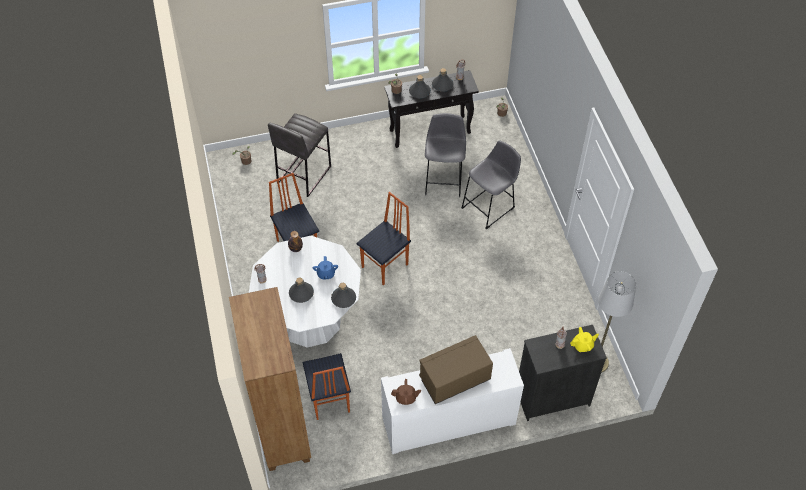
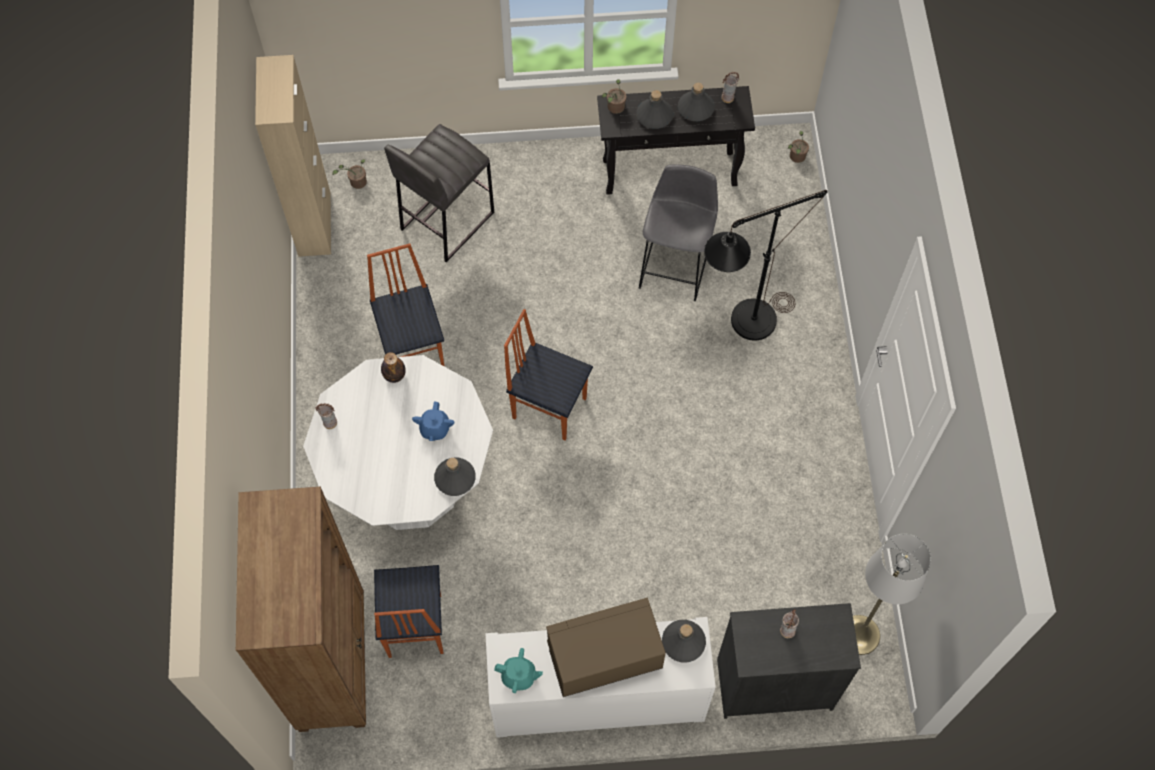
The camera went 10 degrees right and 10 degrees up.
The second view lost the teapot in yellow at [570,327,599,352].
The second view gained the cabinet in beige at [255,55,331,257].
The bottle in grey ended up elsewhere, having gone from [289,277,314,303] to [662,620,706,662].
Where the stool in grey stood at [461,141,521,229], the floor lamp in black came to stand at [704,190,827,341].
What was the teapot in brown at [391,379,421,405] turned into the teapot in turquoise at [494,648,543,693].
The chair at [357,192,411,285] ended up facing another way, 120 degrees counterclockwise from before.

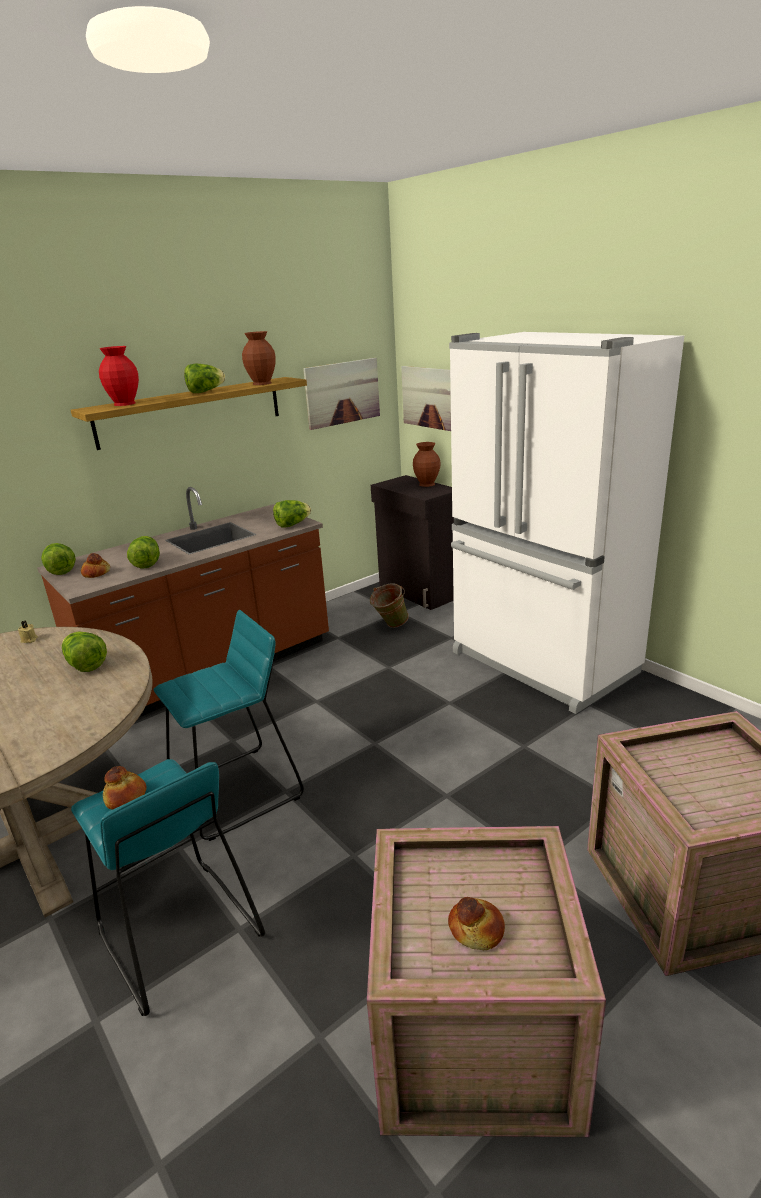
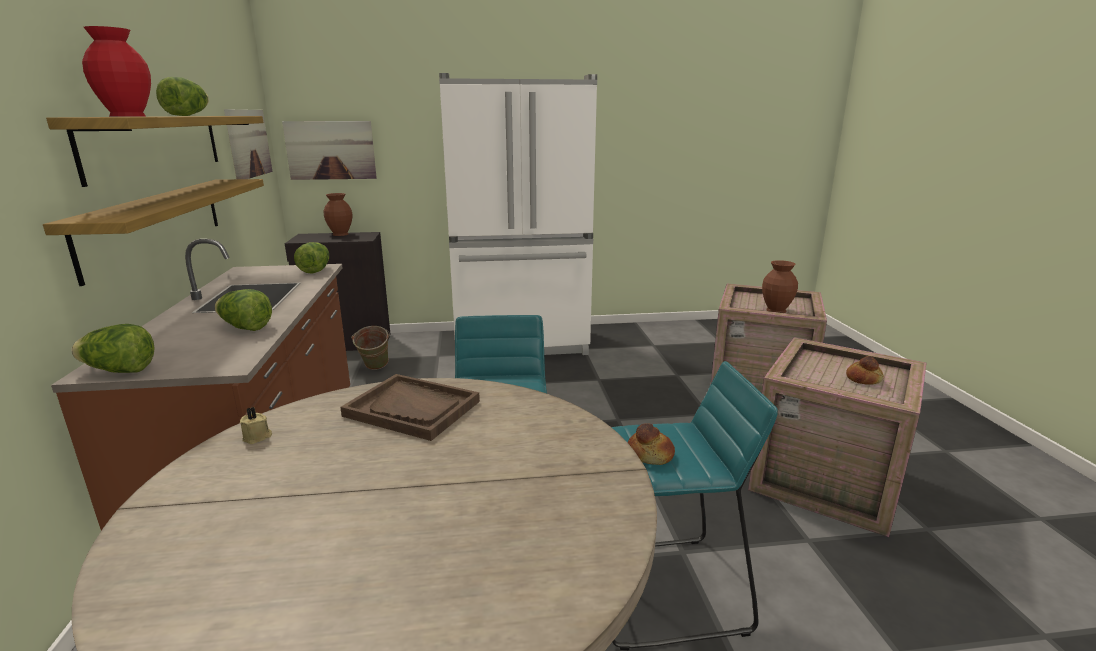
The camera went 60 degrees left and 5 degrees down.
The second view lost the bread at [81,553,110,578].
The second view gained the shelf at [43,179,264,286].
The vase in brown ended up elsewhere, having gone from [242,331,276,385] to [762,260,798,313].
Where the lettuce stood at [62,632,107,672], the tray in brown came to stand at [340,374,480,441].

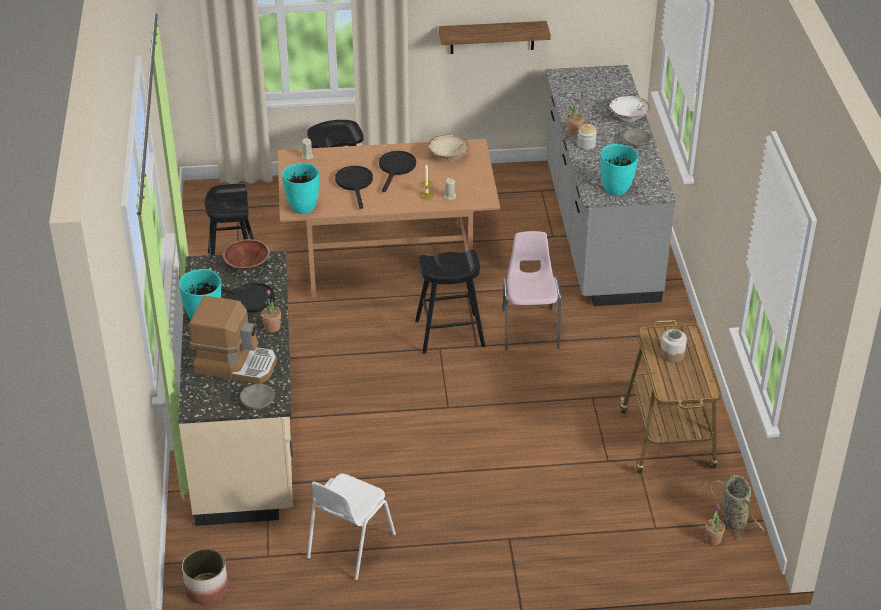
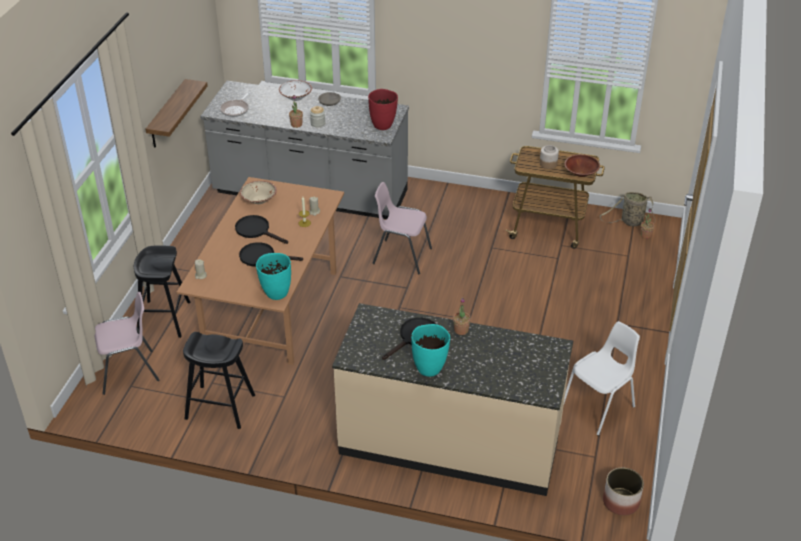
The camera went 70 degrees left and 0 degrees up.
The second view lost the coffee machine at [189,296,277,384].
The second view lost the bowl in grey at [240,383,275,410].
The second view lost the stool in black at [415,250,485,353].
The second view gained the chair in pink at [95,292,159,395].
The second view gained the frying pan at [220,92,250,117].
The bowl in brown ended up elsewhere, having gone from [223,239,270,270] to [564,154,600,177].
What was the vase in turquoise at [600,144,638,196] turned into the vase in red at [368,89,398,130].
The chair in white at [307,473,396,581] ended up facing another way, 90 degrees counterclockwise from before.

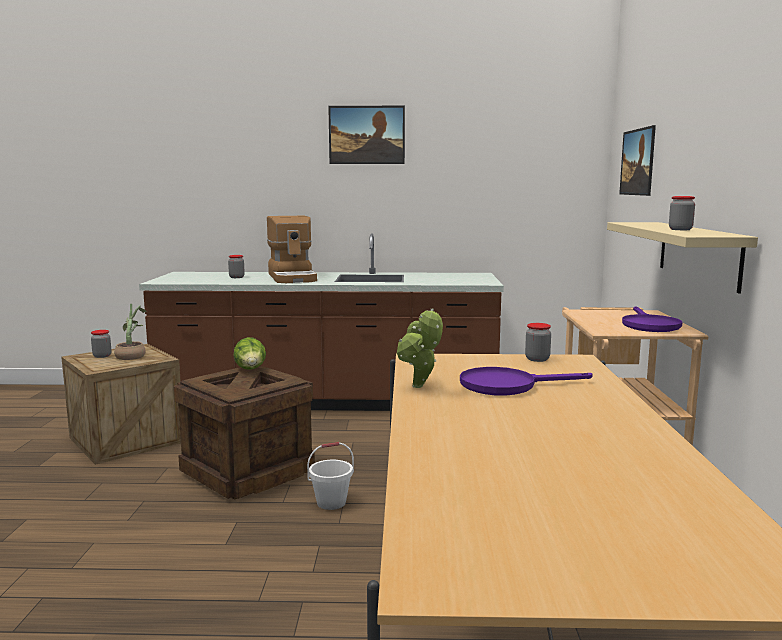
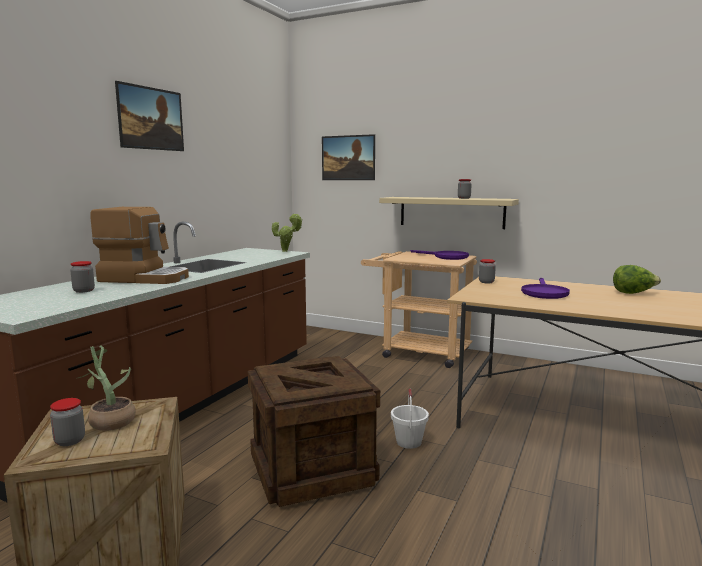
The camera went 65 degrees left and 0 degrees up.
The lettuce ended up elsewhere, having gone from [233,337,266,370] to [613,265,661,294].
The potted plant ended up elsewhere, having gone from [397,308,443,388] to [272,213,303,252].

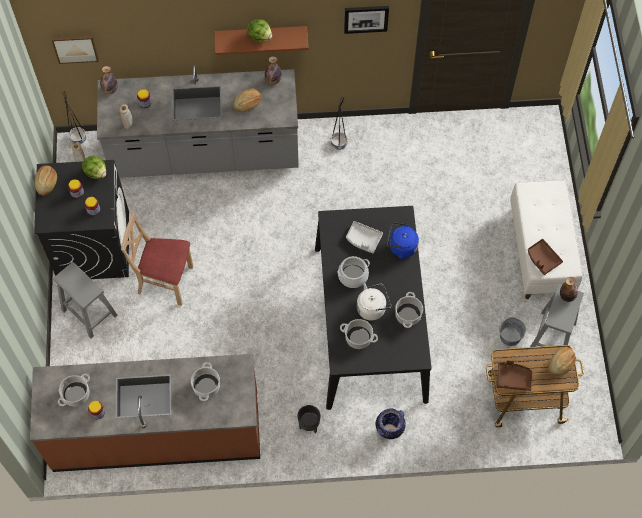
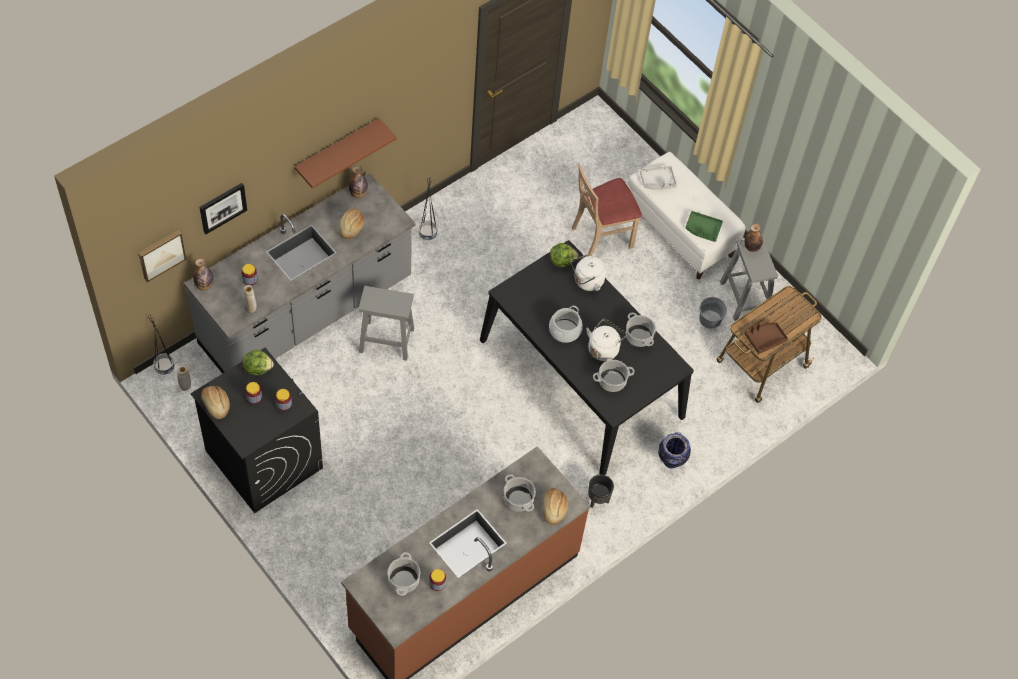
The camera went 40 degrees left and 5 degrees down.
The stool in grey ended up elsewhere, having gone from [53,262,118,339] to [359,286,414,361].
The chair in beige ended up elsewhere, having gone from [121,213,193,306] to [572,164,642,257].
The lettuce ended up elsewhere, having gone from [247,19,272,42] to [550,243,579,267].
The picture ended up elsewhere, having gone from [344,6,389,34] to [200,183,247,234].
The tray in grey ended up elsewhere, having gone from [346,221,383,254] to [640,166,677,190].
The bread ended up elsewhere, having gone from [549,347,576,376] to [543,488,568,525].
What was the kettle in blue at [387,222,419,259] turned into the kettle in white at [571,255,606,291].
What was the tray in brown at [528,239,563,275] turned into the tray in green at [686,211,723,242].

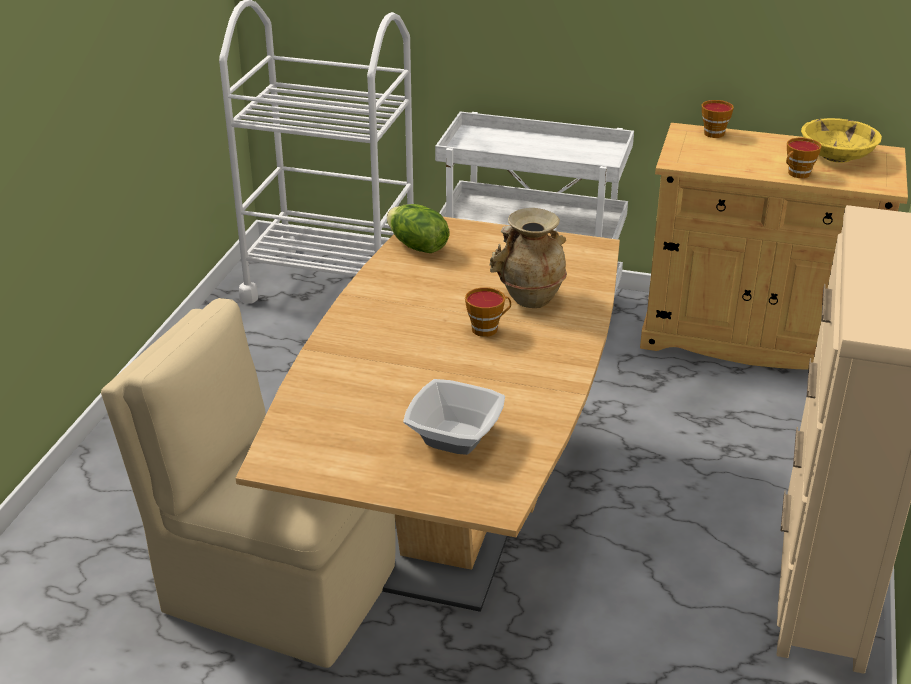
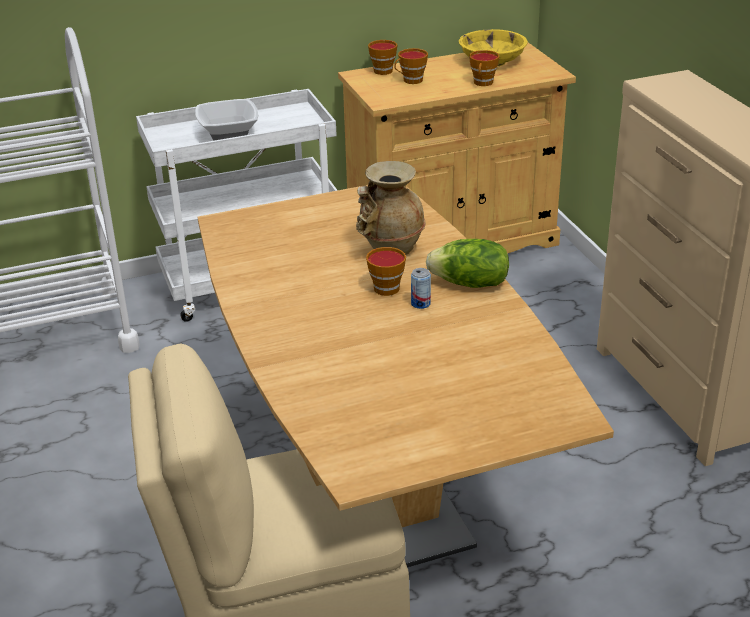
The camera went 35 degrees left and 0 degrees up.
The second view gained the cup at [394,48,428,84].
The second view gained the can at [411,268,431,309].
The lettuce ended up elsewhere, having gone from [387,204,449,253] to [426,239,509,288].
The bowl ended up elsewhere, having gone from [403,379,505,455] to [195,99,258,141].

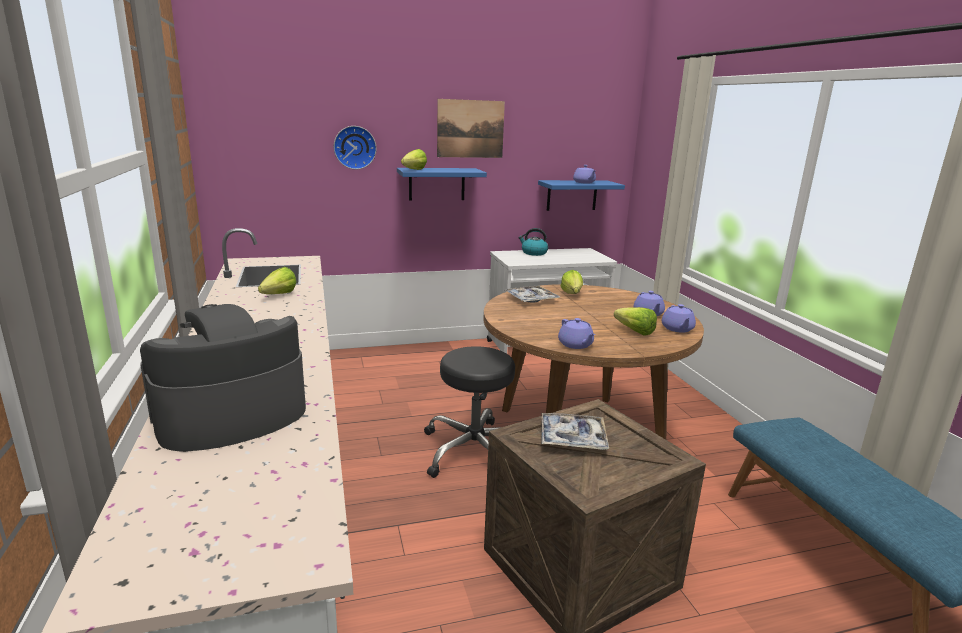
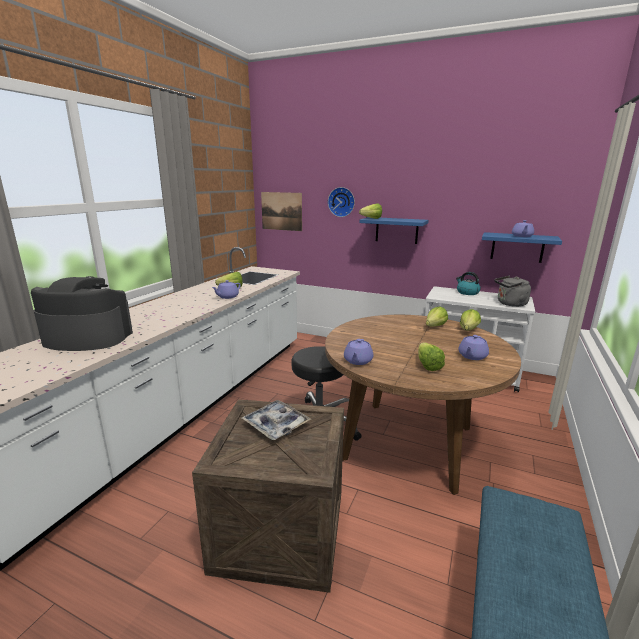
The camera went 40 degrees right and 0 degrees up.
The second view lost the tray at [505,286,560,303].
The second view gained the lettuce at [460,309,481,331].
The second view gained the kettle in grey at [494,276,531,307].
The picture ended up elsewhere, having gone from [437,99,505,158] to [261,192,302,231].
The teapot in purple ended up elsewhere, having gone from [662,304,696,332] to [212,280,241,299].

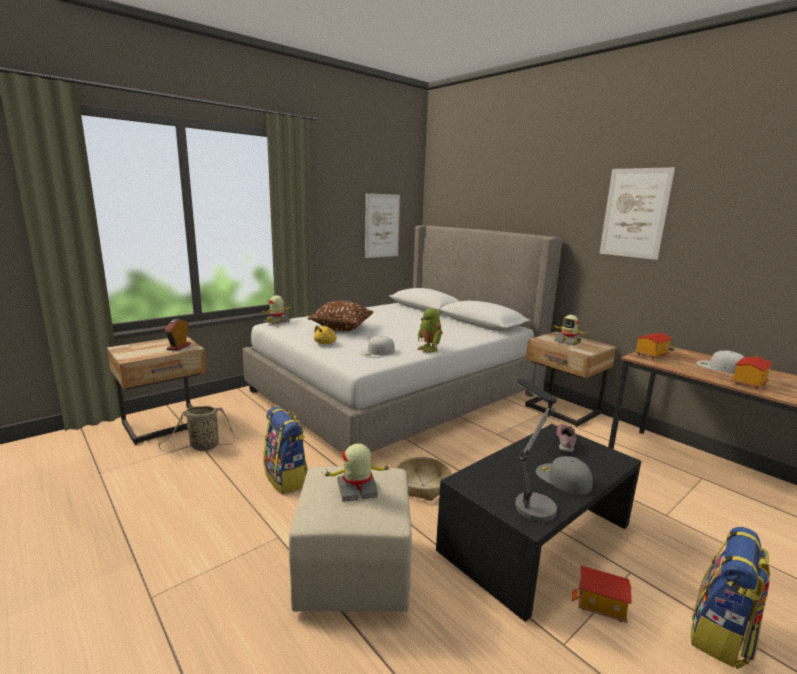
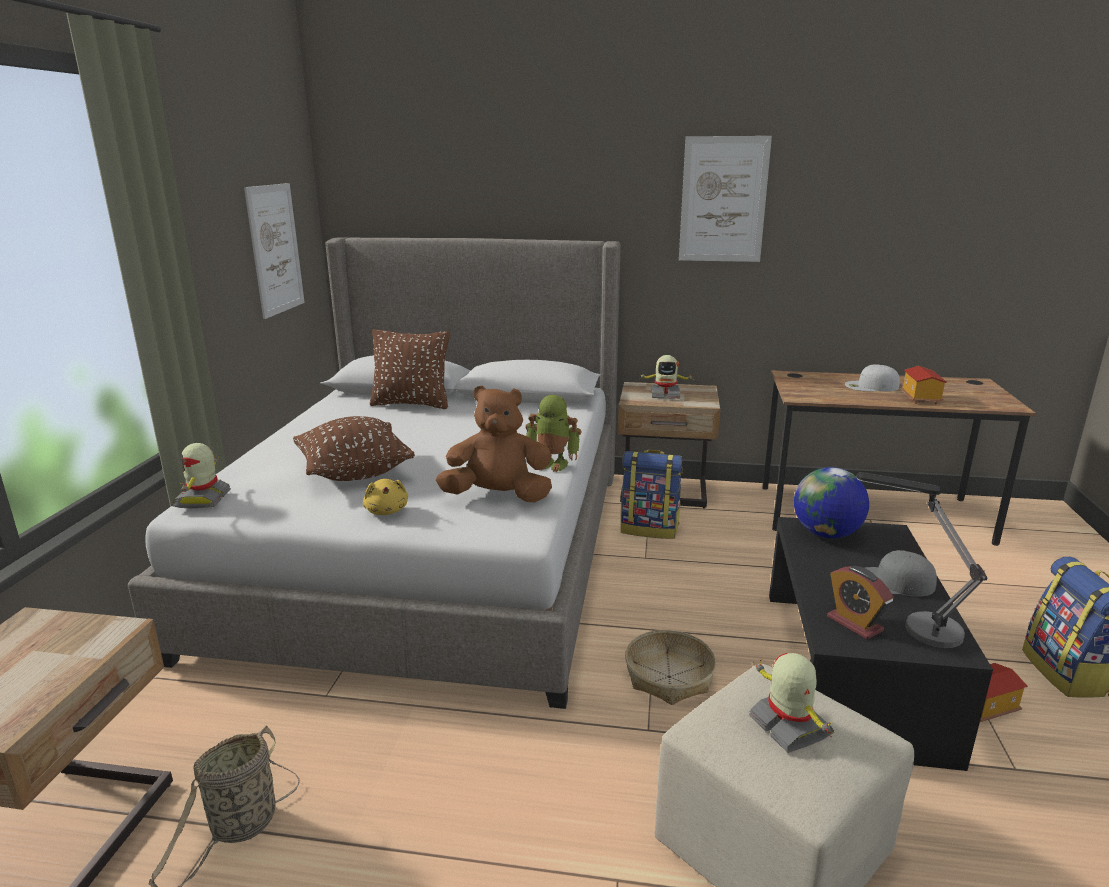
The camera went 40 degrees left and 5 degrees up.
The second view lost the toy house at [635,333,673,360].
The second view gained the pillow in brown at [370,329,450,409].
The alarm clock ended up elsewhere, having gone from [165,319,191,351] to [827,566,894,639].
The backpack ended up elsewhere, having gone from [263,407,308,495] to [621,450,683,539].
Where the cap in white stood at [360,336,395,358], the plush toy in brown came to stand at [436,385,552,502].
Where the shoe stood at [556,424,577,453], the globe came to stand at [794,467,869,538].
The toy robot at [323,444,390,502] ended up facing another way, 120 degrees clockwise from before.

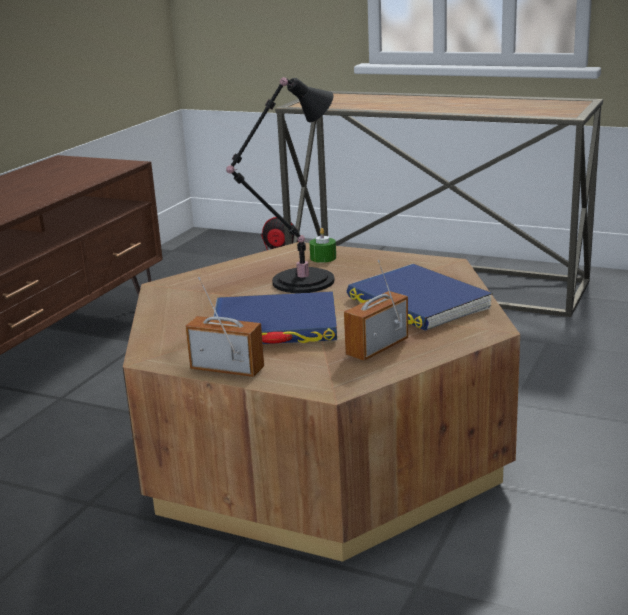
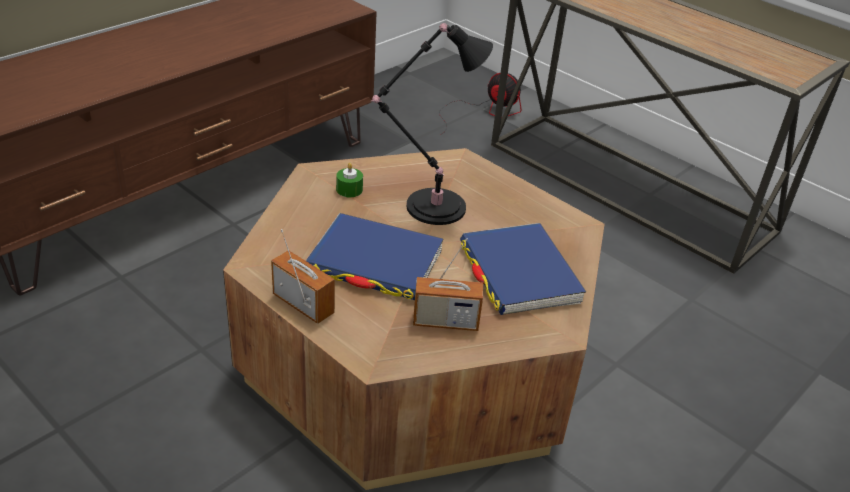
The camera went 15 degrees right and 15 degrees up.
The candle in green ended up elsewhere, having gone from [309,228,336,263] to [336,163,363,197].
The radio at [344,260,408,361] ended up facing another way, 150 degrees counterclockwise from before.

